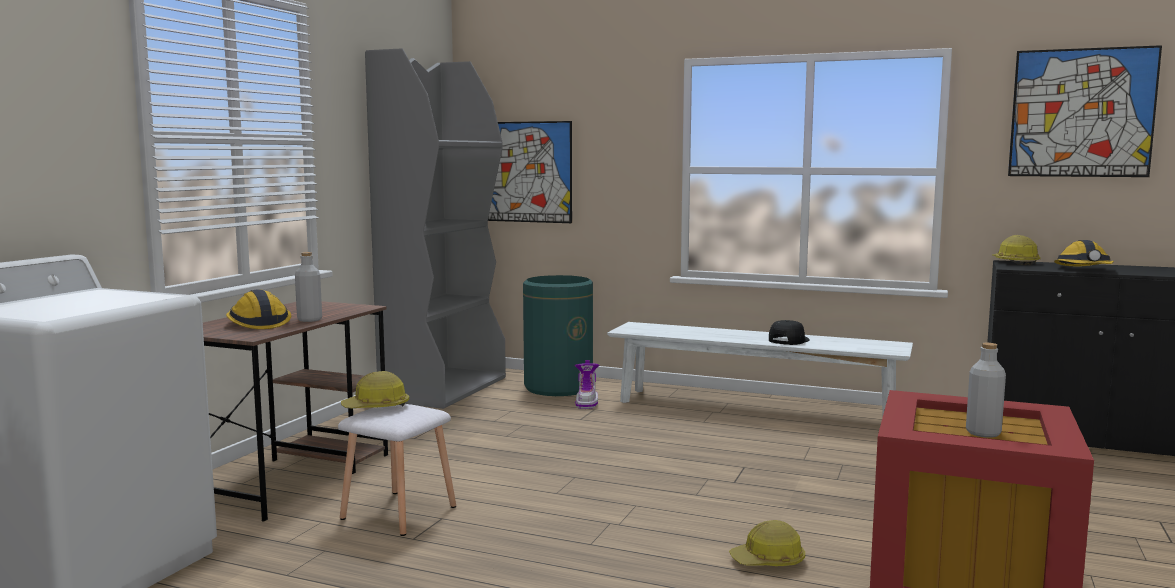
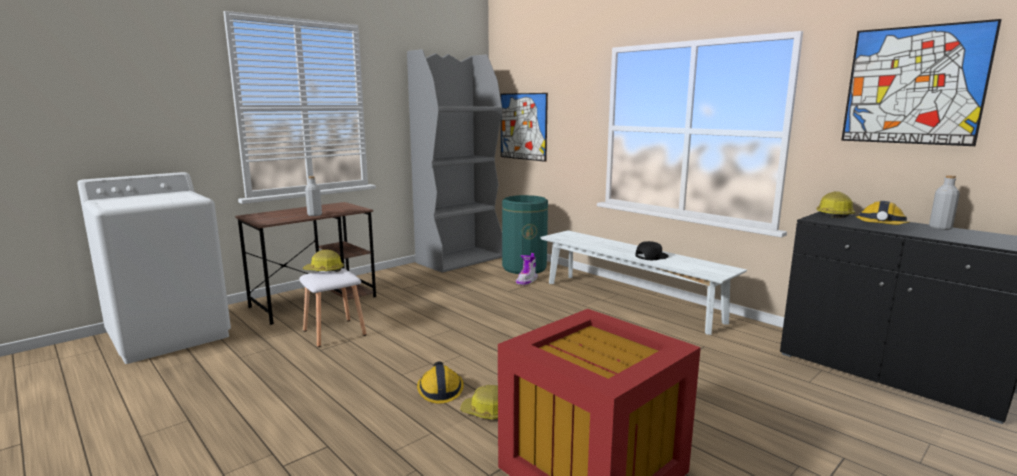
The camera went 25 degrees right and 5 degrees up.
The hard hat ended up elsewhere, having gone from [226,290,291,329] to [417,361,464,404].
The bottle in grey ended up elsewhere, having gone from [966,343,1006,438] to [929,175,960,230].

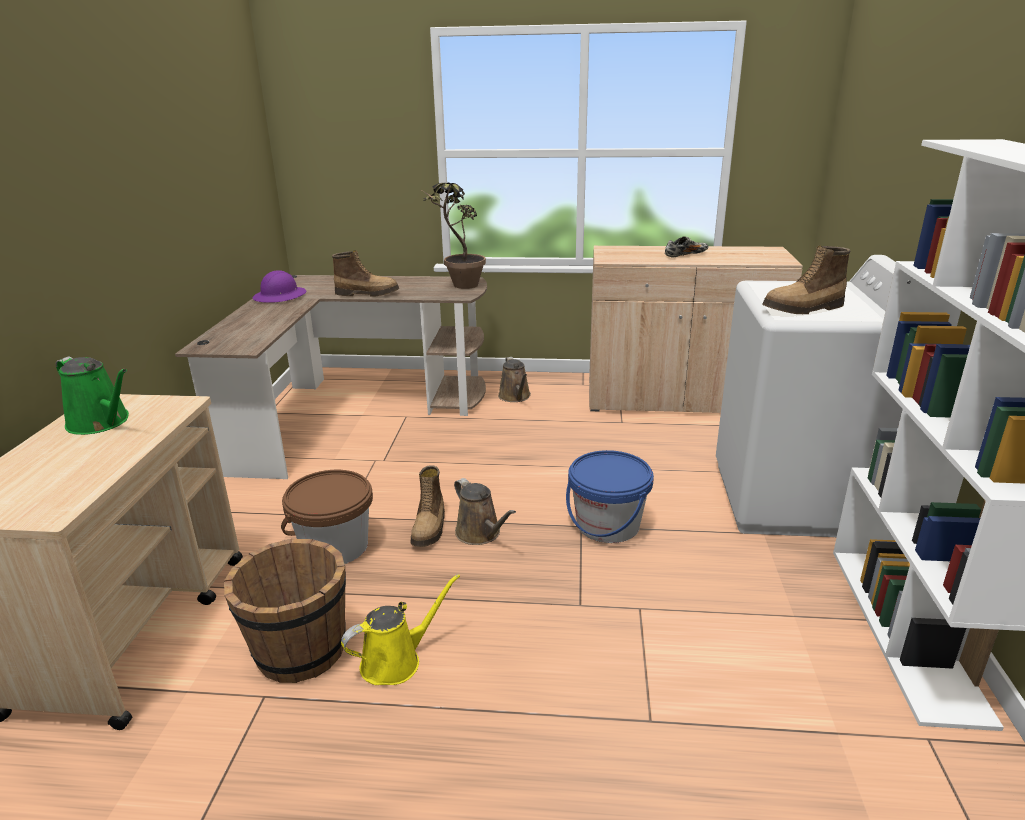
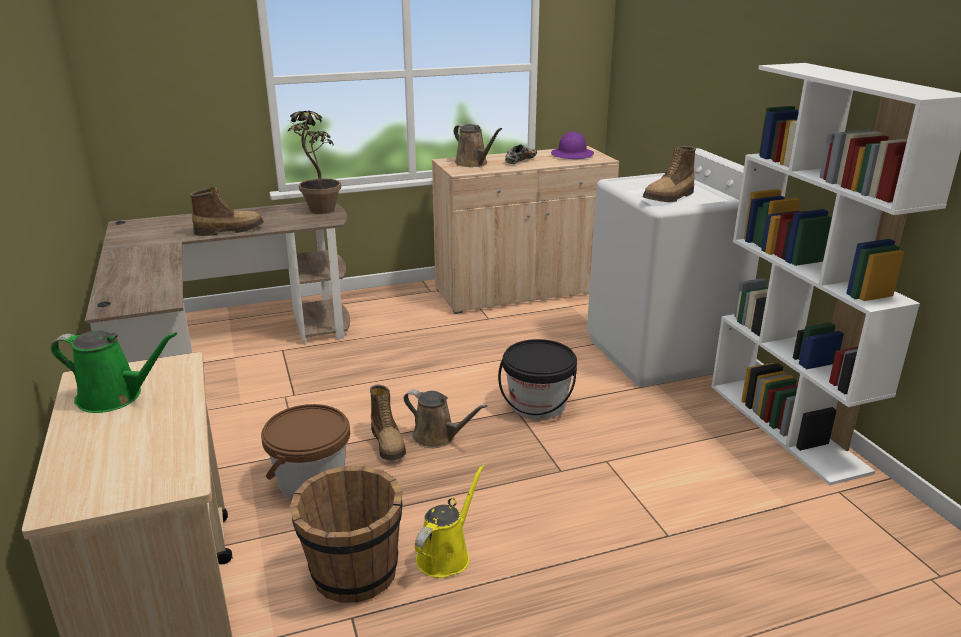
The camera went 25 degrees left and 0 degrees up.
The hard hat in purple ended up elsewhere, having gone from [253,270,306,303] to [551,132,594,159].
The watering can in brown ended up elsewhere, having gone from [498,357,531,402] to [454,124,502,167].
What was the bucket in blue at [566,450,654,543] turned into the bucket in black at [498,339,577,420].

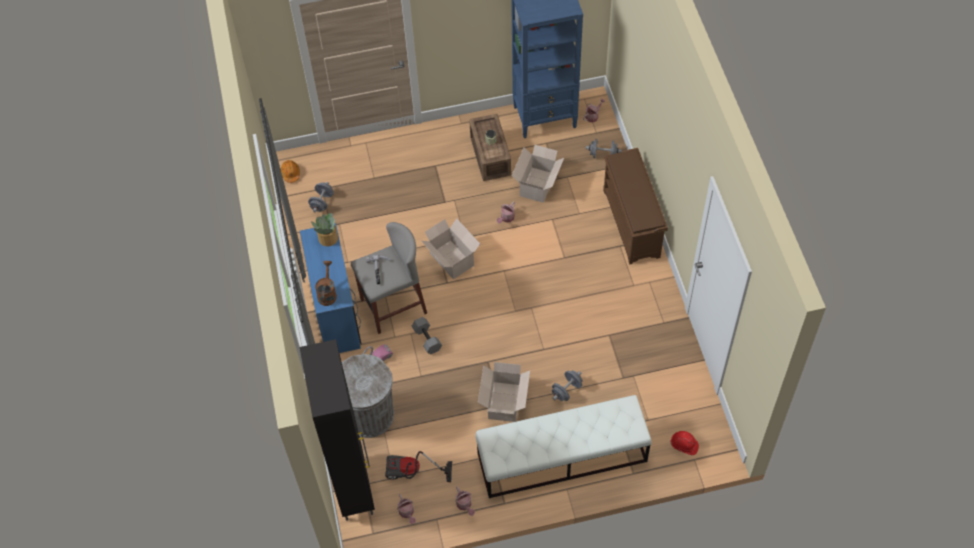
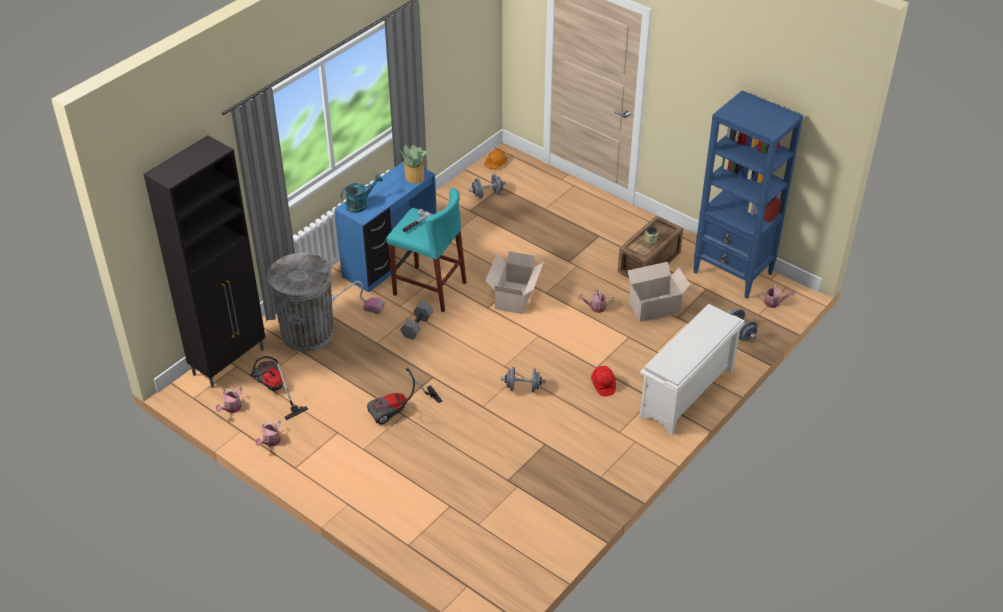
The camera went 50 degrees right and 15 degrees down.
The second view lost the bench in white at [475,395,652,498].
The dumbbell in grey ended up elsewhere, having gone from [552,370,582,401] to [501,367,546,393].
The hard hat in red ended up elsewhere, having gone from [670,431,699,455] to [591,366,616,396].
Where the cardboard box stood at [478,362,530,422], the vacuum cleaner came to stand at [367,368,443,424].
What was the watering can in brown at [315,261,337,306] turned into the watering can in turquoise at [341,174,383,213].
What was the stool in grey at [351,222,427,334] turned into the stool in turquoise at [386,188,467,312].
What was the shoe rack in brown at [603,148,668,264] turned into the shoe rack in white at [640,304,745,435].

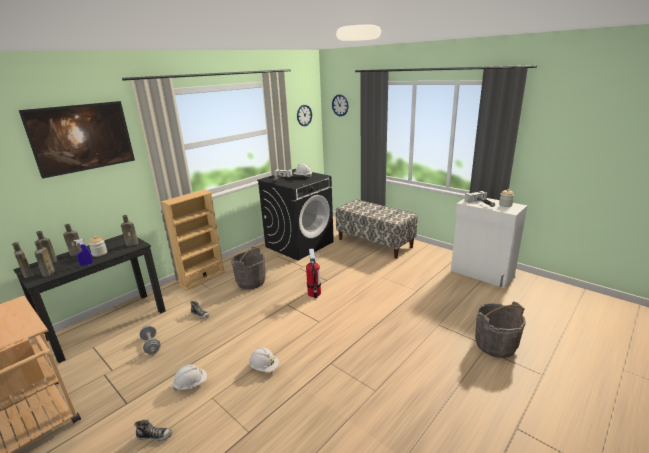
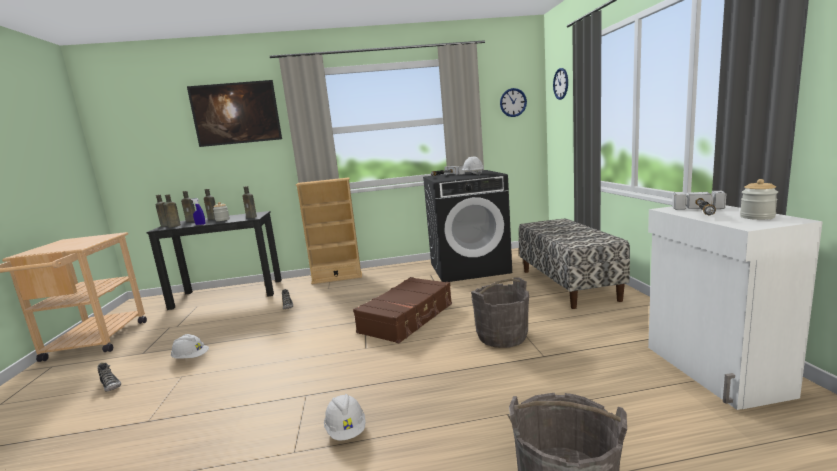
The camera went 40 degrees right and 10 degrees down.
The second view lost the dumbbell in grey at [140,325,161,355].
The bucket in grey ended up elsewhere, having gone from [231,247,266,289] to [471,277,529,348].
The hard hat in white ended up elsewhere, having gone from [249,347,279,372] to [324,394,366,441].
Where the fire extinguisher stood at [306,249,321,298], the suitcase in brown came to stand at [353,277,452,343].

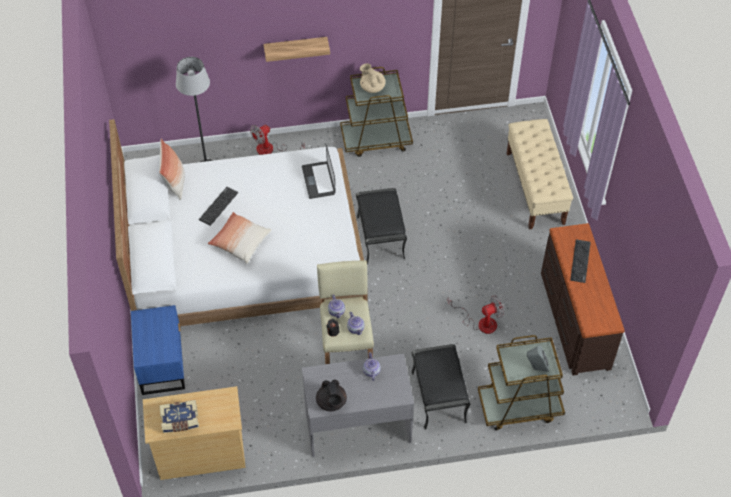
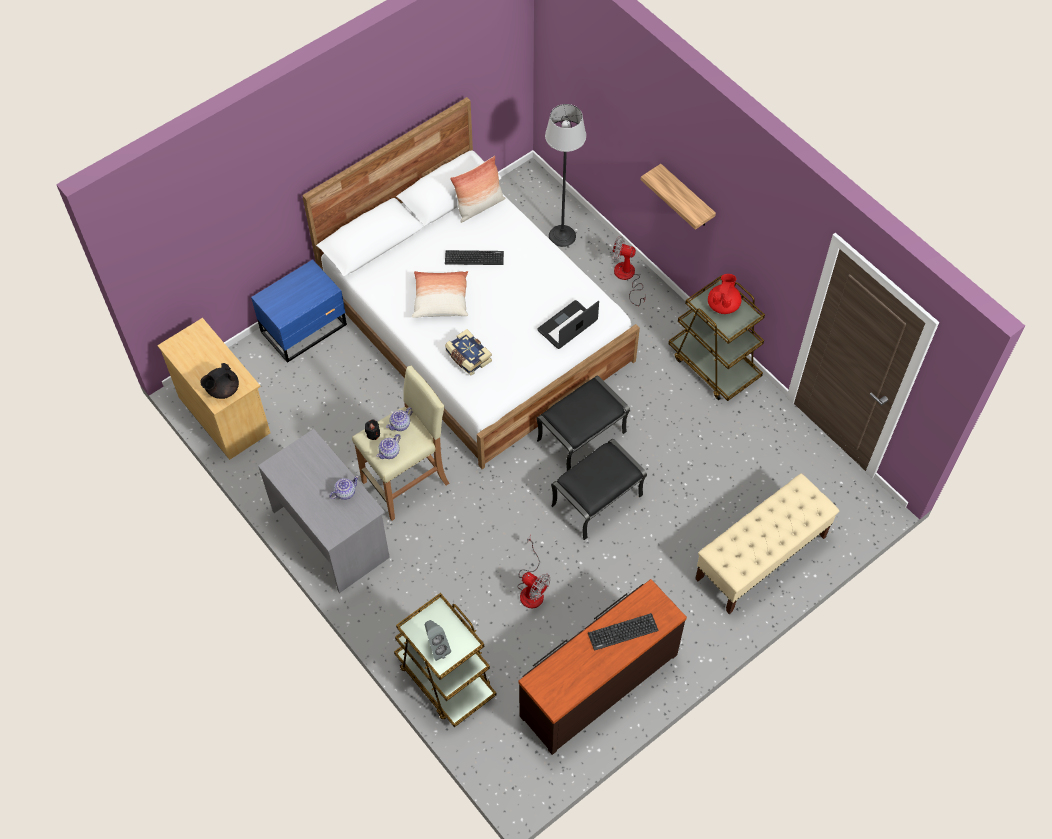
The camera went 60 degrees right and 5 degrees up.
The book ended up elsewhere, having gone from [159,400,199,433] to [445,329,492,375].
The teapot in black ended up elsewhere, having gone from [316,379,347,411] to [200,363,239,399].
The ottoman in black ended up elsewhere, having gone from [411,344,470,430] to [551,439,647,540].
What was the teapot in beige at [360,63,386,93] turned into the teapot in red at [708,274,741,314].

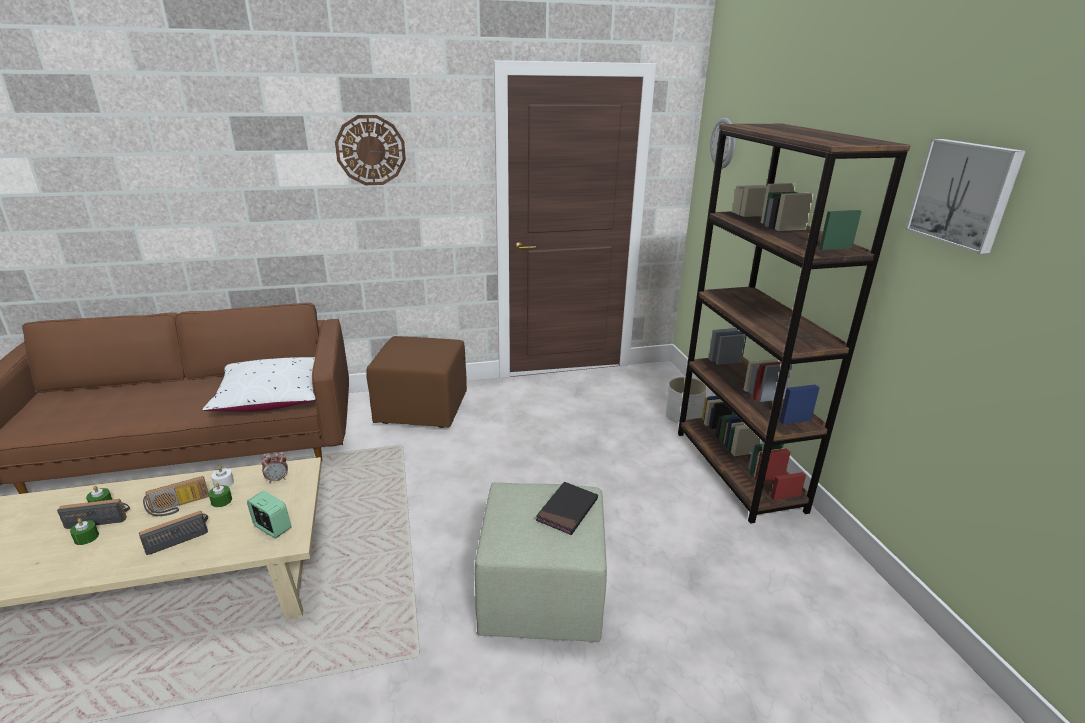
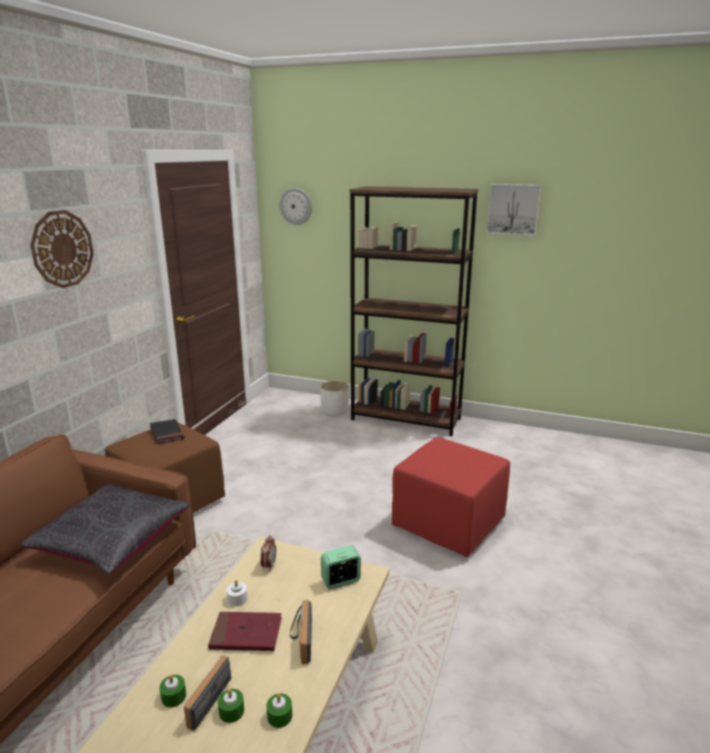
The camera went 55 degrees left and 5 degrees down.
The candle in green ended up elsewhere, having gone from [208,483,232,507] to [266,693,292,728].
The book in black ended up elsewhere, having gone from [536,482,598,535] to [150,419,184,444].
Where the radio stood at [143,476,209,516], the book in red came to stand at [208,612,282,651].
What was the pillow in white at [203,357,315,412] turned into the pillow in black at [21,484,190,574].
What was the ottoman in green at [475,482,607,642] turned into the ottoman in red at [392,437,510,557].

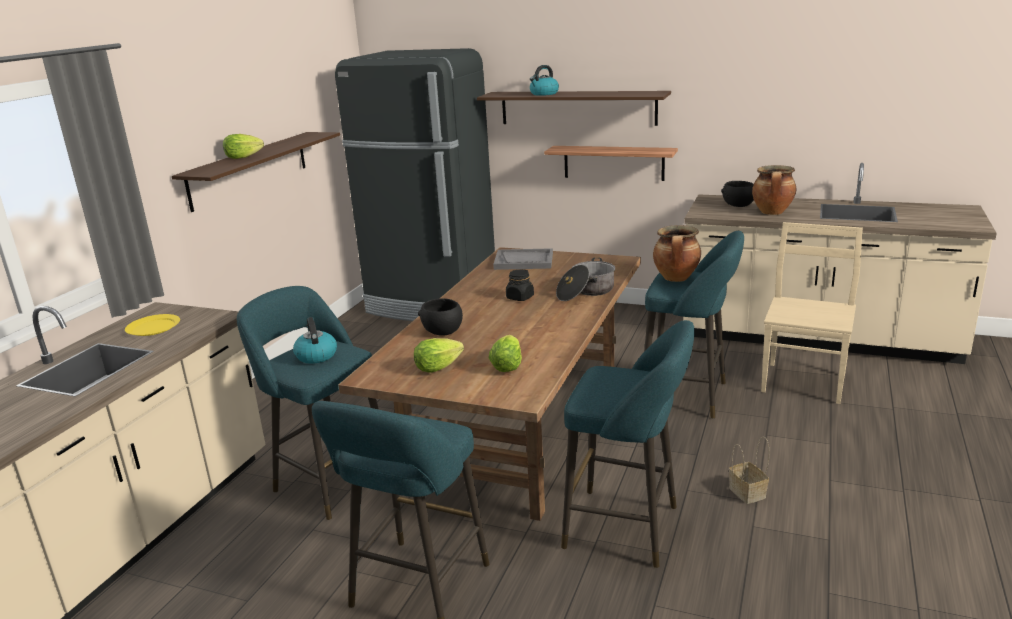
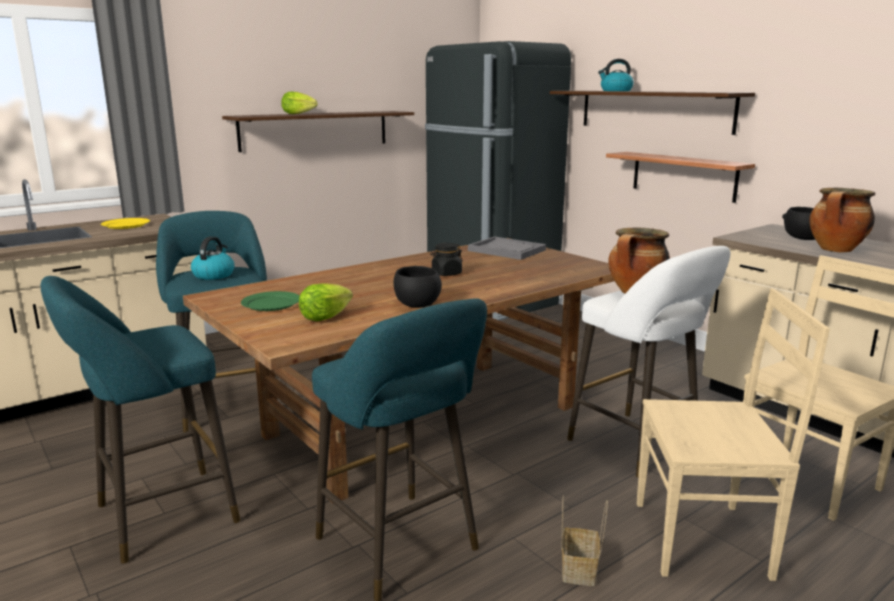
The camera went 30 degrees right and 5 degrees down.
The second view lost the cooking pot at [556,257,615,301].
The second view gained the chair in beige at [637,288,830,581].
The bowl in black ended up elsewhere, having gone from [418,298,463,336] to [393,266,442,308].
Where the lettuce stood at [414,338,464,373], the plate in green came to stand at [241,291,300,311].
What was the stool in turquoise at [644,231,744,418] turned into the stool in white at [567,246,731,477].

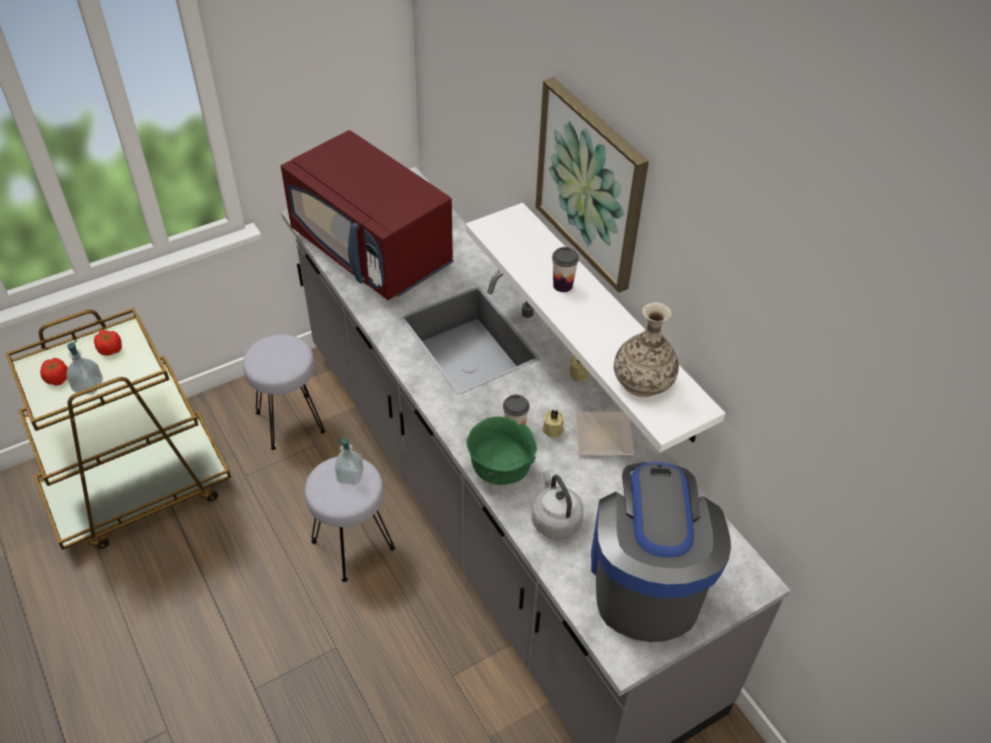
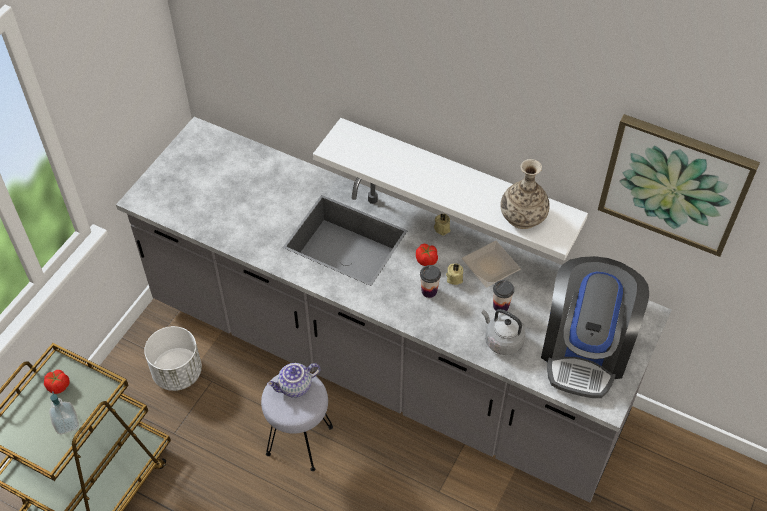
The camera went 30 degrees left and 5 degrees up.
The second view lost the microwave in red at [281,130,454,300].
The second view lost the bowl in green at [467,416,537,485].
The tomato ended up elsewhere, having gone from [40,358,68,386] to [416,244,438,266].
The picture ended up elsewhere, having gone from [535,77,649,293] to [598,114,760,257].
The cup ended up elsewhere, having gone from [552,247,579,292] to [493,280,514,313].
Where the stool in grey stood at [243,334,325,450], the planter in white came to stand at [144,326,202,391].
Where the soap dispenser stood at [335,438,364,485], the teapot came to stand at [267,363,320,398].
The coffee machine at [591,462,731,642] ended up facing another way, 135 degrees counterclockwise from before.

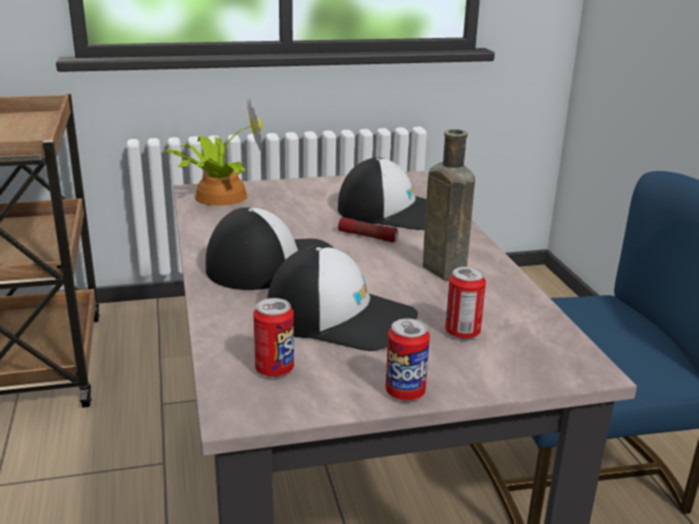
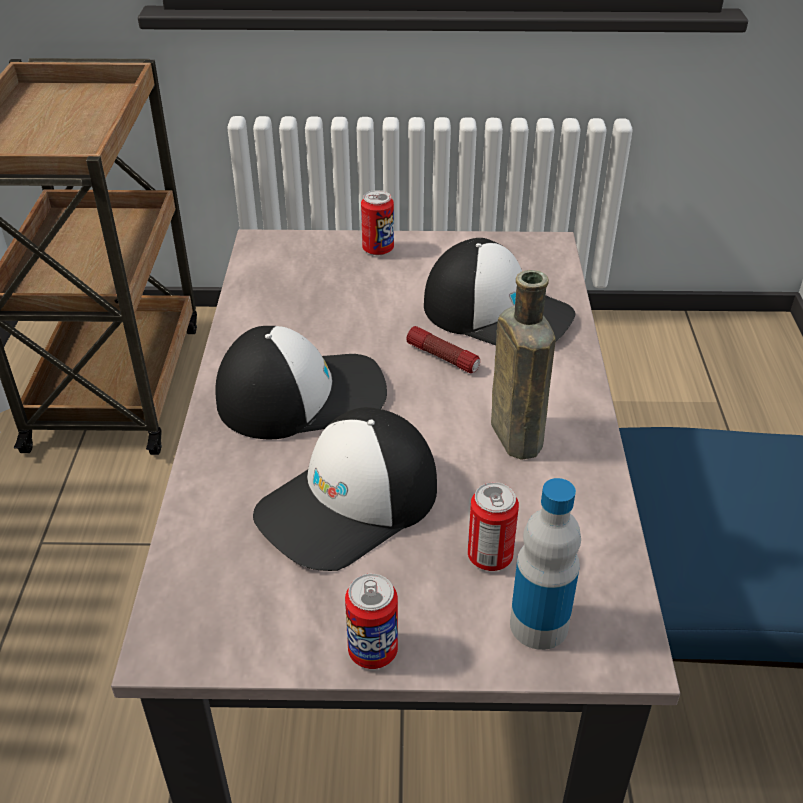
The camera went 15 degrees right and 15 degrees up.
The second view lost the potted plant at [165,99,262,206].
The second view gained the bottle at [510,478,581,650].
The can ended up elsewhere, having gone from [253,298,294,377] to [361,190,394,255].
The cap at [267,244,418,351] ended up facing another way, 105 degrees clockwise from before.

